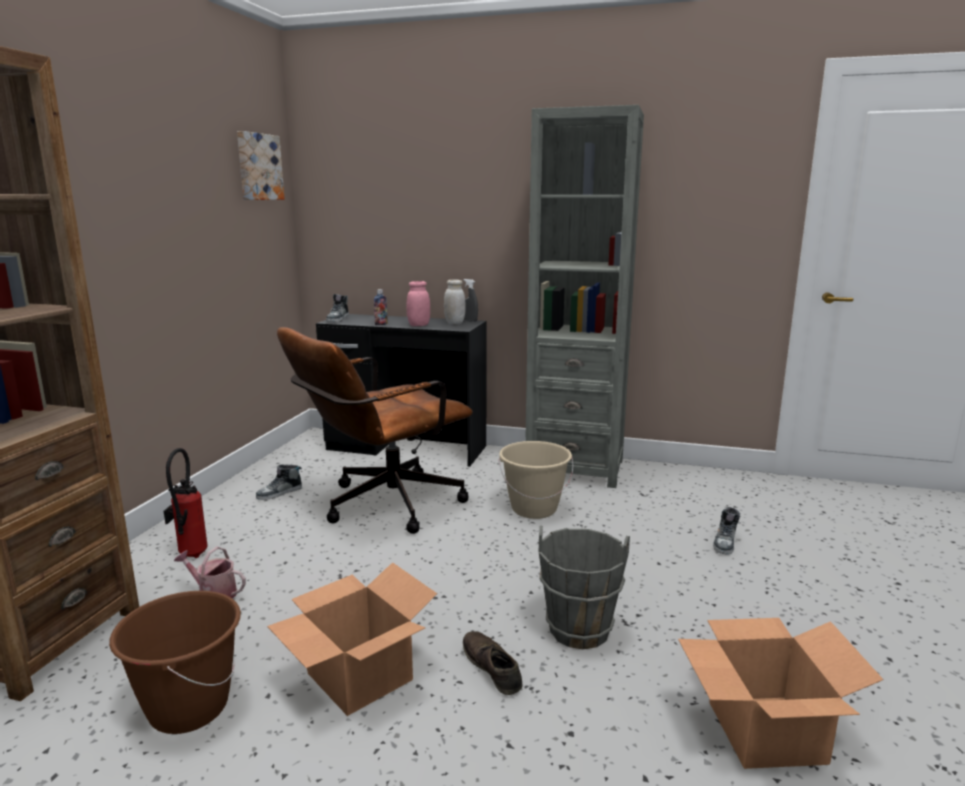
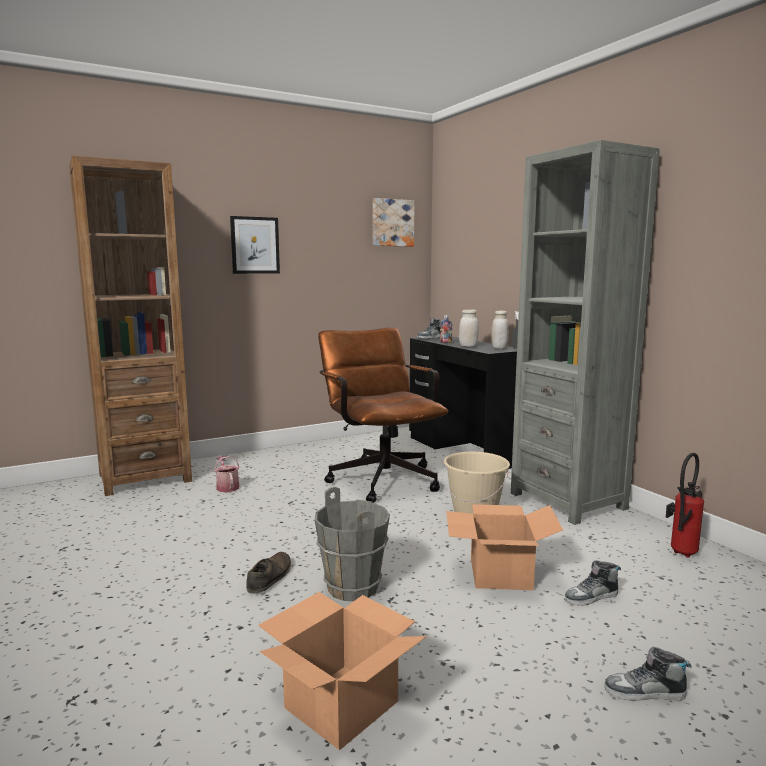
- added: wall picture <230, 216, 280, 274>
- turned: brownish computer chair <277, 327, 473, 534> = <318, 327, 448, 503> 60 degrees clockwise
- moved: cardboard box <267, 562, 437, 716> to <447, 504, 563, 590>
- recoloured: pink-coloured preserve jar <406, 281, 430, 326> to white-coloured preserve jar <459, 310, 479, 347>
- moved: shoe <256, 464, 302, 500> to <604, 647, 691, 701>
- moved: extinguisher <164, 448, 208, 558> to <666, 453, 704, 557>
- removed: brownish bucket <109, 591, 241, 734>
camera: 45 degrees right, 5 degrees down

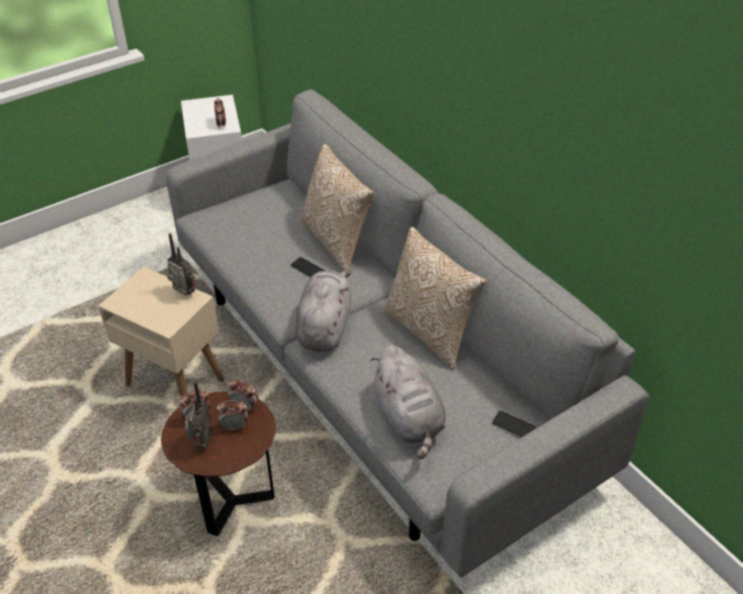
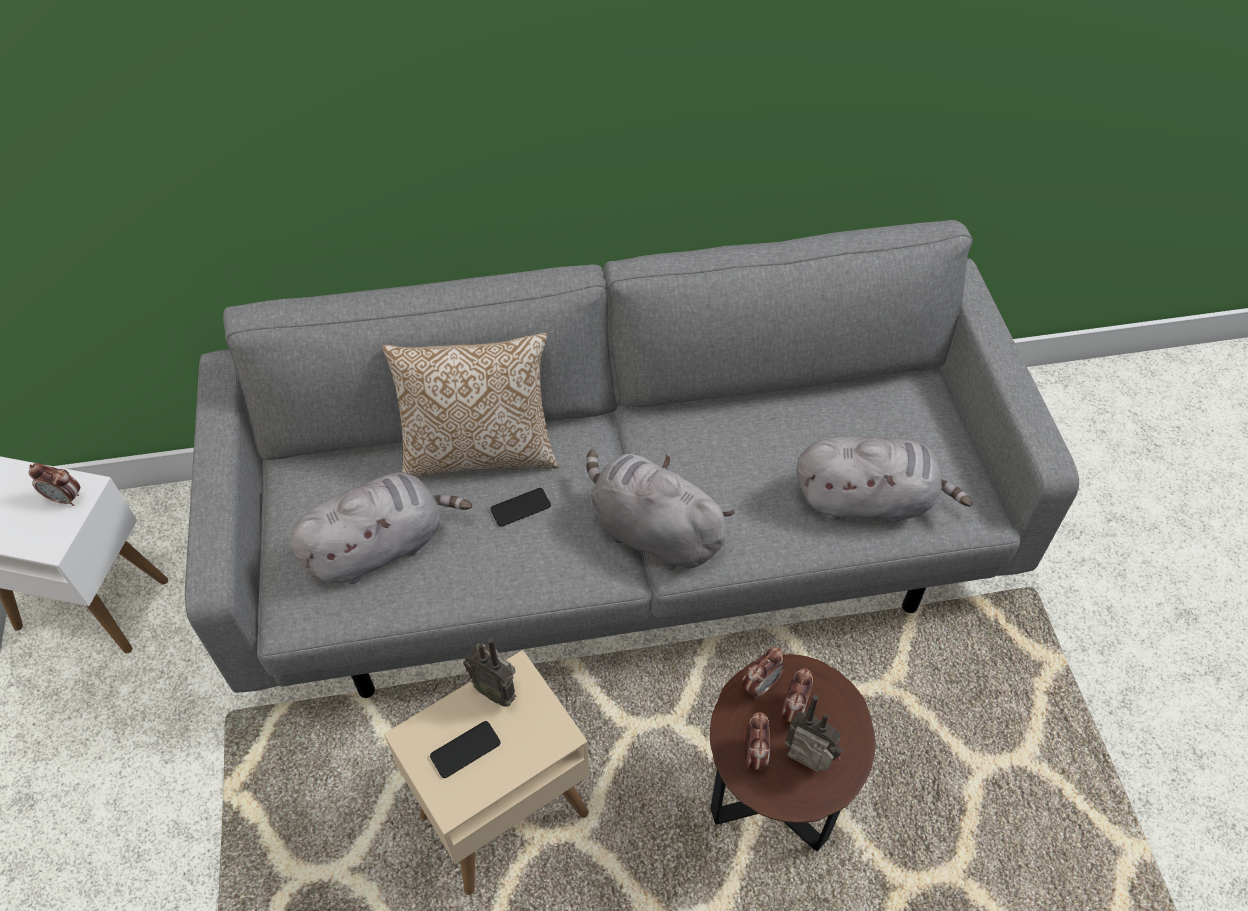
- added: gray plush toy <290, 472, 472, 584>
- moved: handset <492, 411, 536, 437> to <430, 721, 500, 778>
- turned: radio receiver <167, 233, 196, 296> = <463, 638, 516, 707> 120 degrees counterclockwise
- removed: pillow <382, 227, 487, 370>
camera: 65 degrees left, 10 degrees up

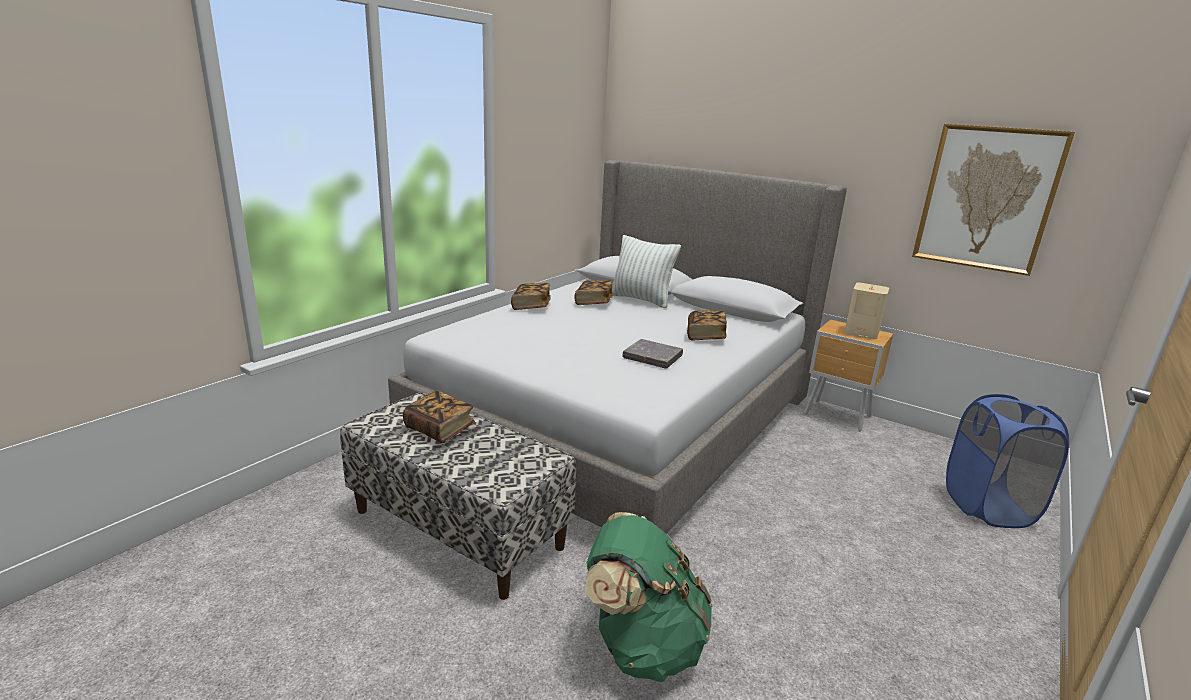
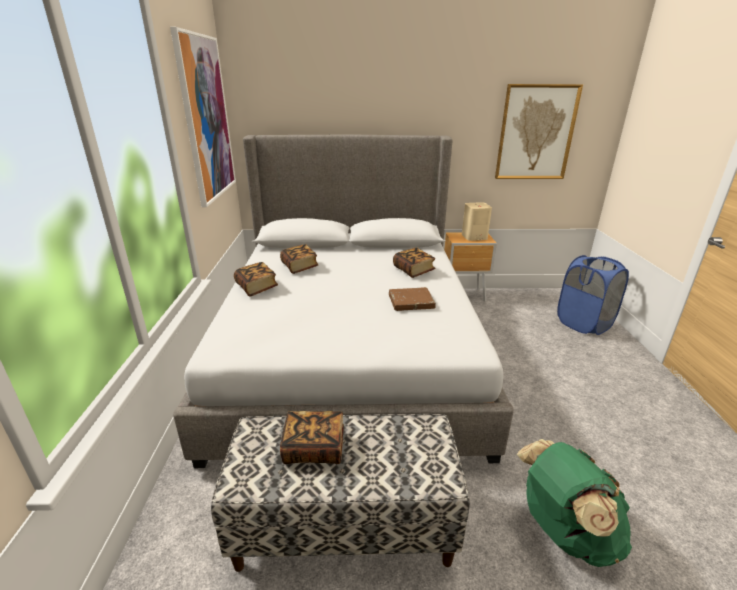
- added: wall picture <170, 27, 236, 207>
- recoloured: gray book <622, 339, 683, 369> to brownish book <389, 287, 436, 311>
- removed: pillow <612, 235, 681, 308>
camera: 35 degrees left, 5 degrees up

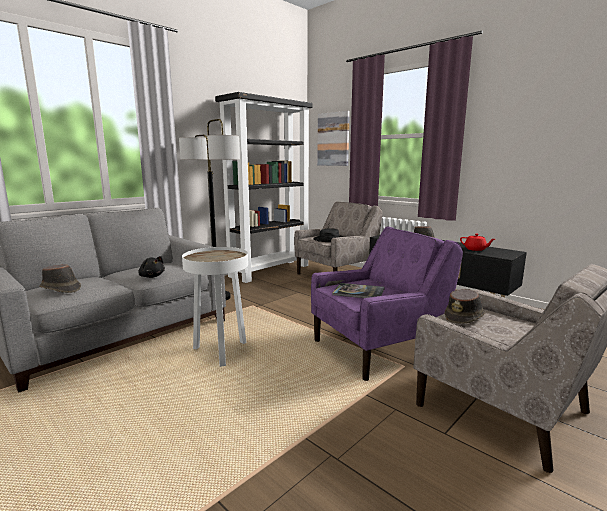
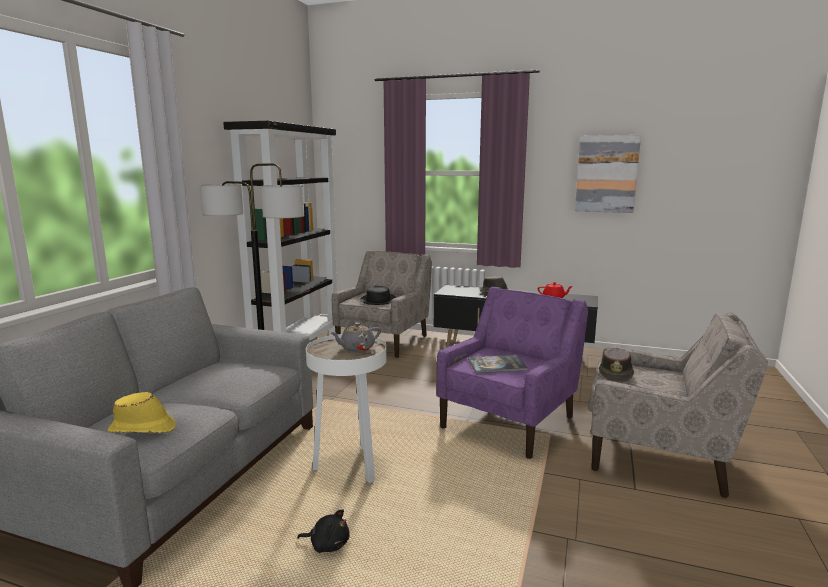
- recoloured: brownish wearable hat <39, 264, 81, 293> to yellow-coloured wearable hat <108, 392, 176, 433>
- moved: black-coloured plush toy <138, 256, 165, 278> to <297, 509, 350, 553>
- added: gray teapot <330, 322, 381, 352>
- moved: wall picture <317, 111, 350, 166> to <575, 135, 641, 213>
camera: 25 degrees left, 0 degrees up

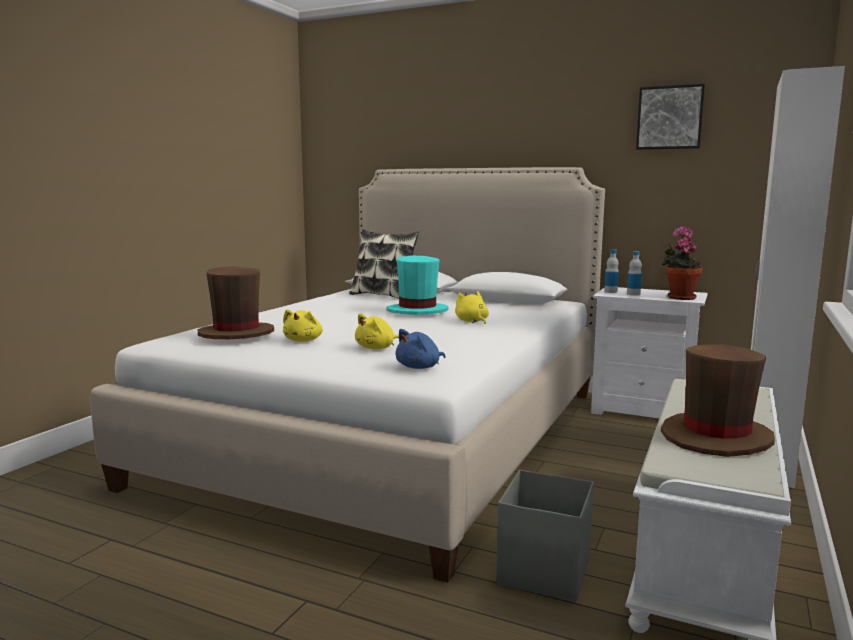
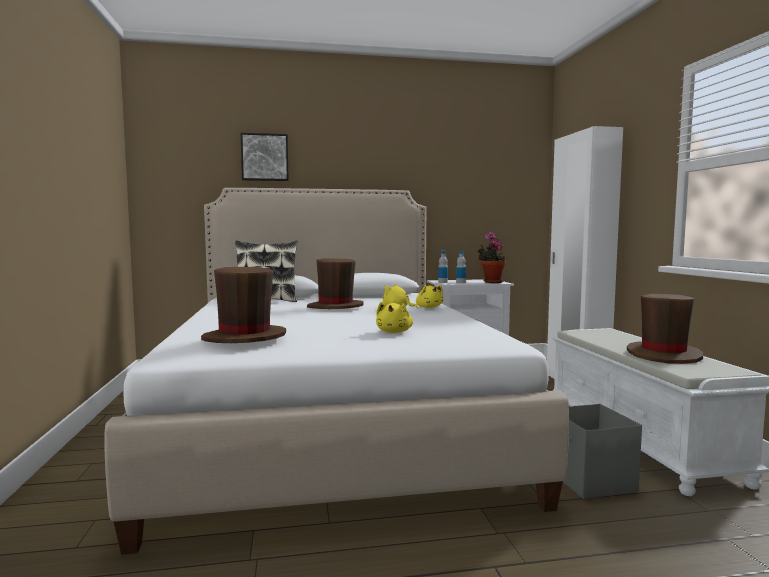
- moved: wall picture <636, 84, 705, 150> to <241, 133, 289, 181>
- recoloured: turquoise wearable hat <386, 255, 448, 315> to brownish wearable hat <307, 258, 364, 309>
- moved: yellow-coloured plush toy <283, 309, 323, 342> to <416, 285, 444, 308>
- removed: blue plush toy <395, 329, 446, 369>
camera: 35 degrees left, 5 degrees down

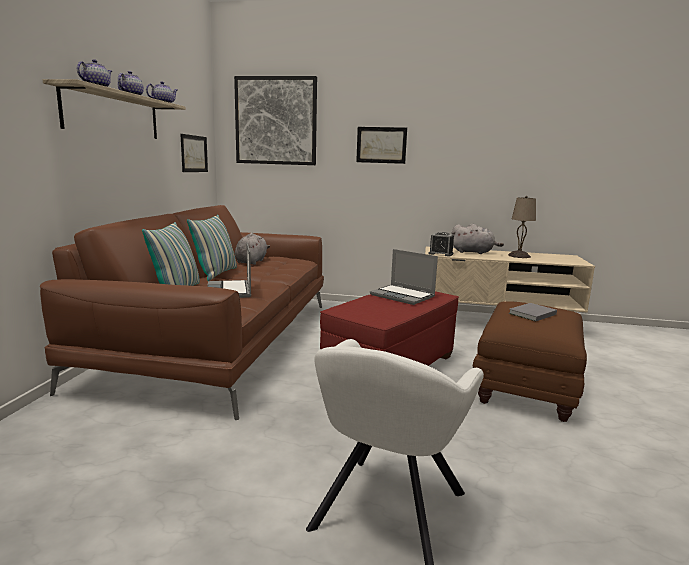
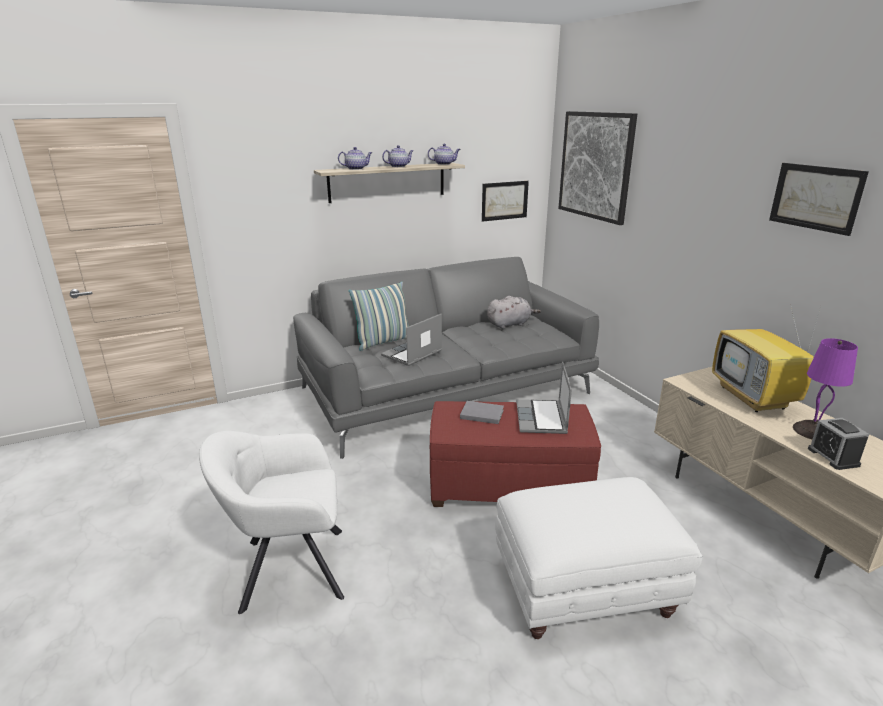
- recoloured: brownish couch <40, 205, 324, 420> to gray couch <293, 257, 599, 459>
- moved: gray book <509, 303, 557, 321> to <460, 401, 504, 424>
- recoloured: brownish ottoman <473, 301, 587, 422> to white-coloured ottoman <495, 477, 702, 639>
- replaced: gray plush toy <451, 224, 504, 254> to TV set <712, 306, 821, 412>
- moved: wall picture <356, 127, 407, 164> to <769, 163, 869, 236>
- recoloured: sand-coloured tabletop lamp <508, 196, 536, 258> to purple-coloured tabletop lamp <793, 338, 858, 439>
- moved: bedside clock <429, 232, 454, 257> to <808, 418, 869, 470>
- removed: pillow <187, 215, 237, 281>
camera: 55 degrees right, 10 degrees up

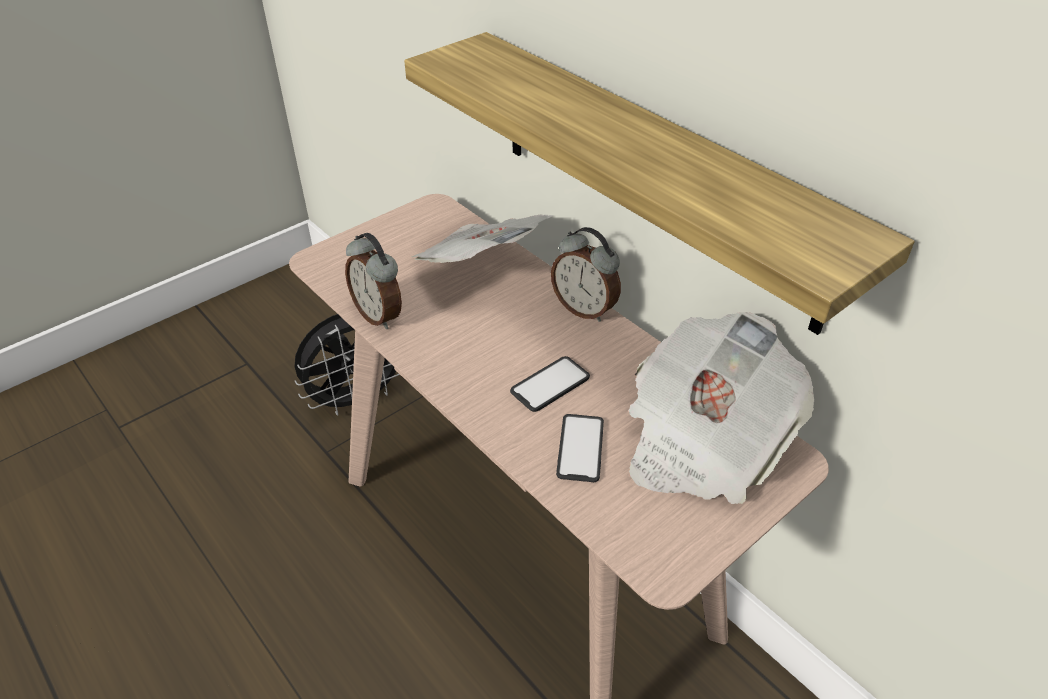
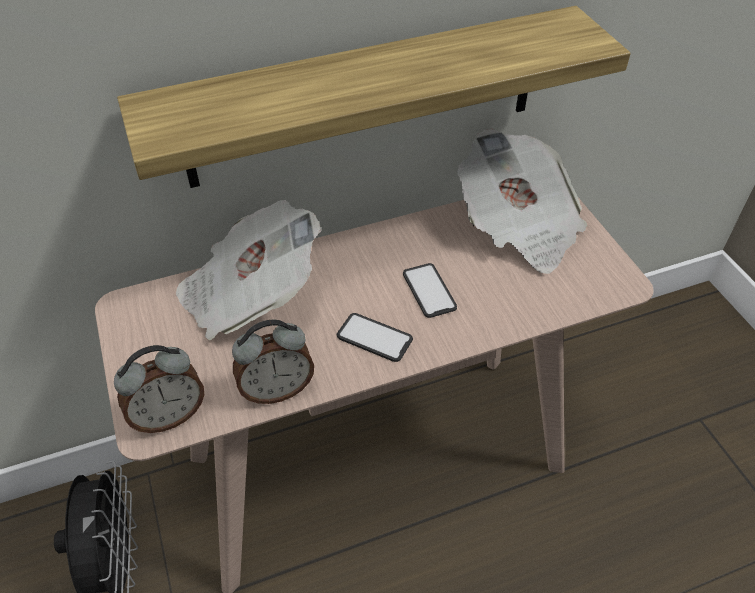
- moved: bedside clock <551, 227, 621, 322> to <114, 345, 204, 433>
- moved: handset <556, 414, 604, 482> to <337, 313, 413, 362>
camera: 70 degrees left, 5 degrees up

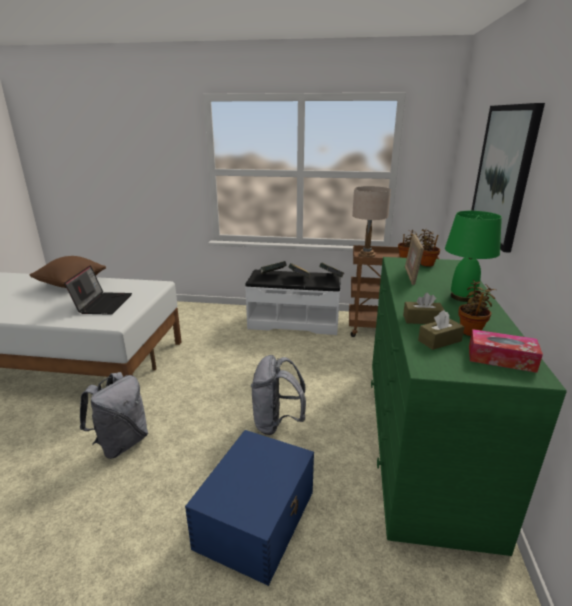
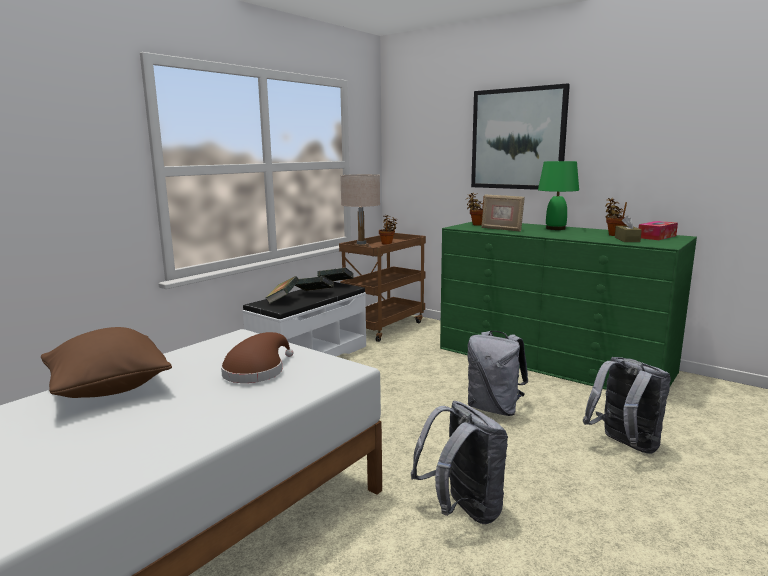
- replaced: laptop <64, 265, 132, 315> to brownish wearable hat <221, 332, 294, 383>
- replaced: blue storage box <185, 430, 314, 586> to gray knapsack <583, 357, 671, 454>
- removed: brownish tissue box <403, 293, 444, 324>
camera: 60 degrees left, 10 degrees down

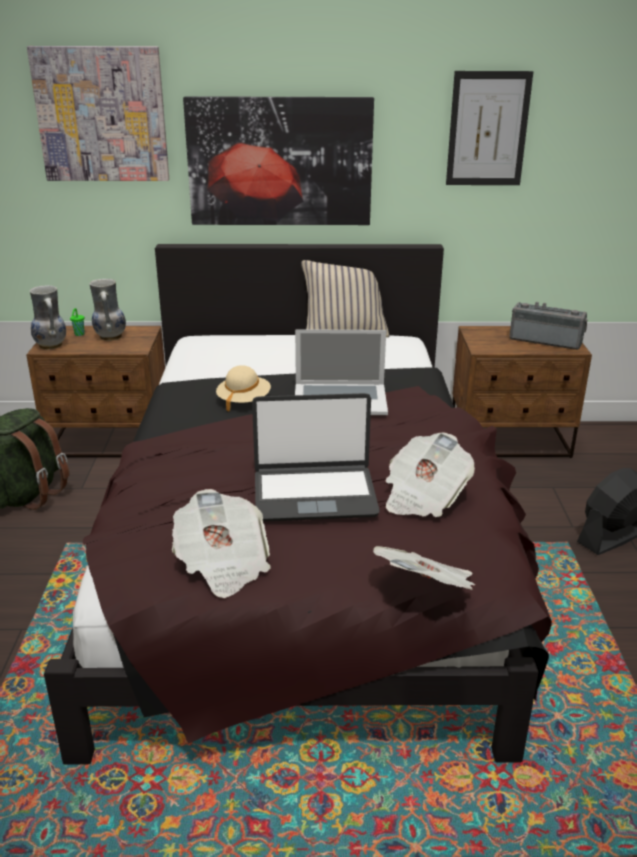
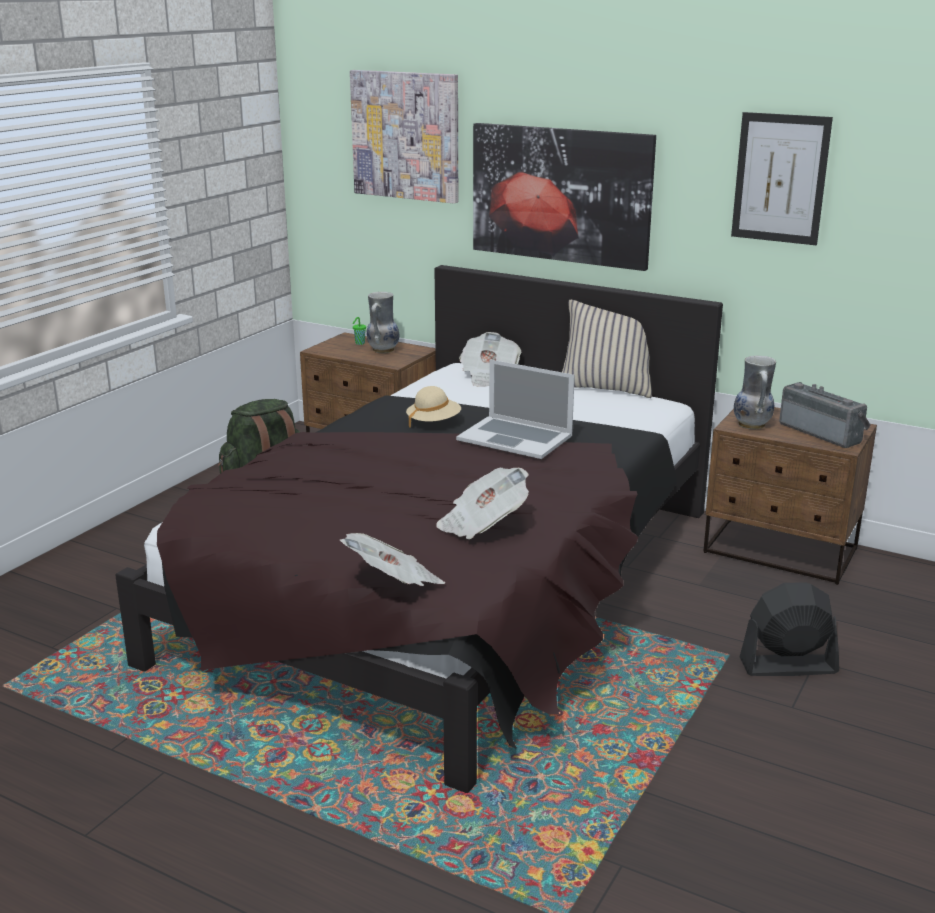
- moved: printed paper <172, 489, 271, 598> to <459, 332, 521, 387>
- moved: flower vase <30, 285, 66, 350> to <734, 356, 776, 429>
- removed: laptop <252, 393, 380, 522>
camera: 30 degrees right, 5 degrees down

